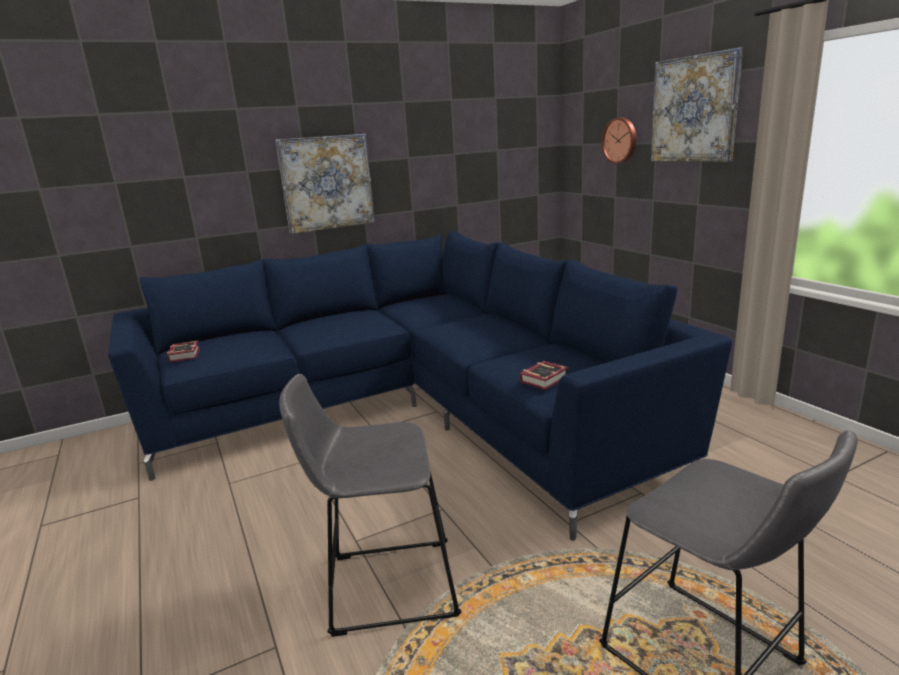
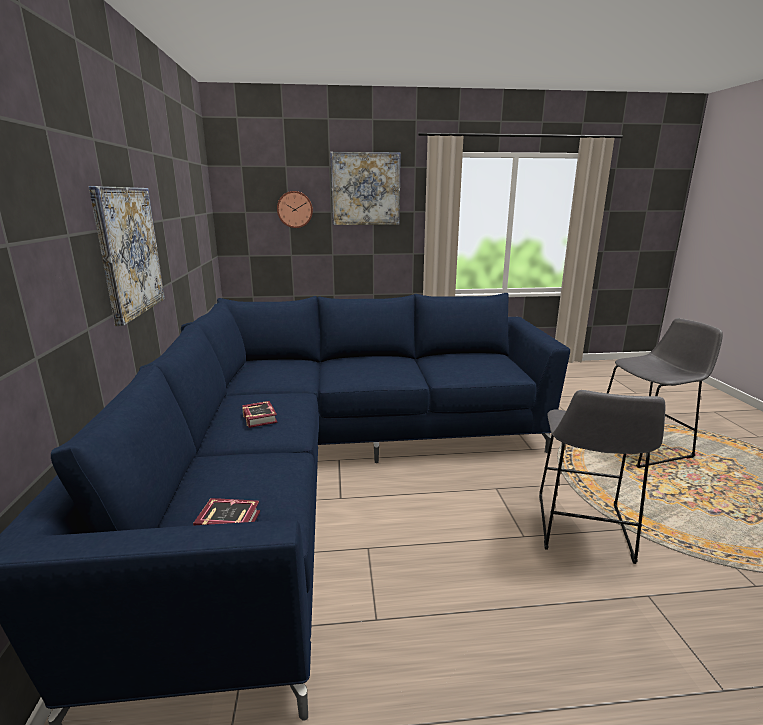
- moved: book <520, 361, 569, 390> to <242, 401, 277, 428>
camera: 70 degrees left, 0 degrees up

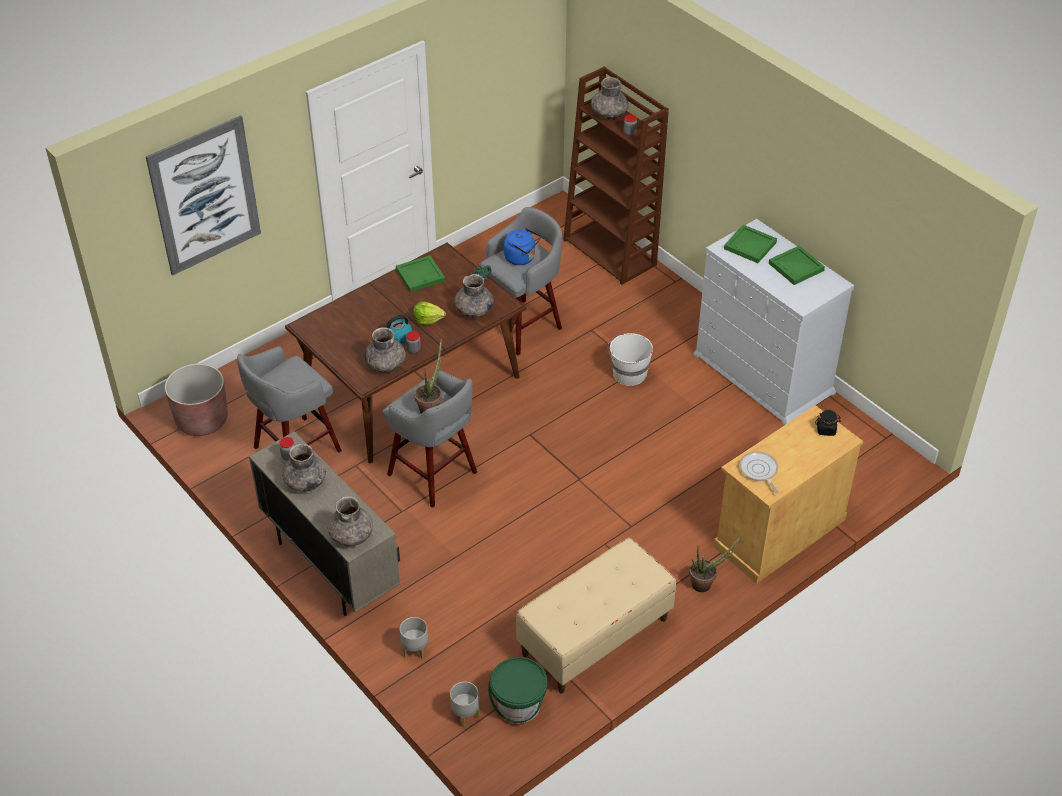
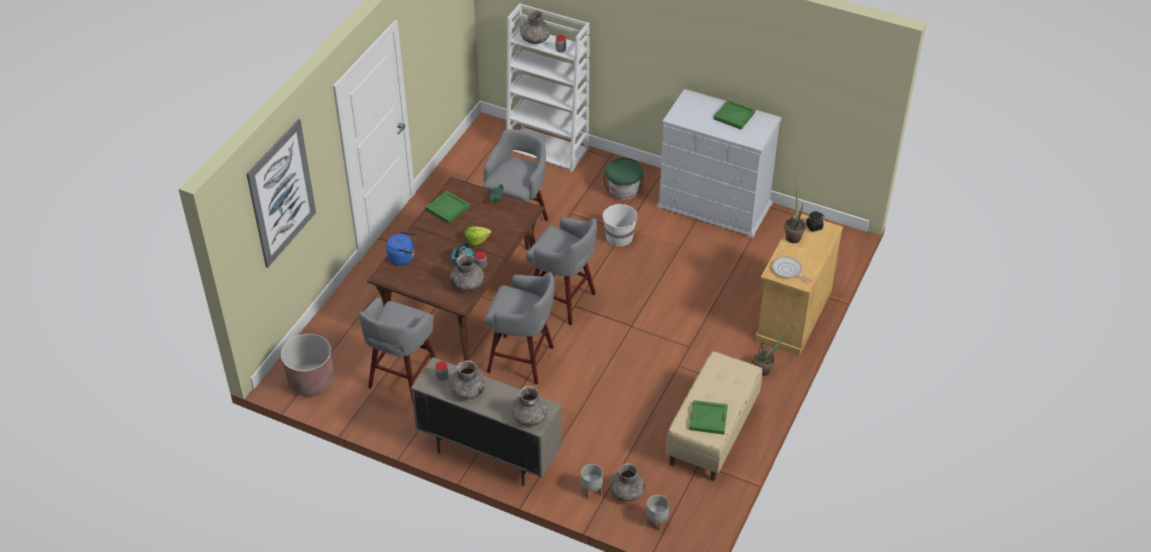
- moved: blue kettle <504, 228, 541, 265> to <386, 232, 416, 265>
- recoloured: brownish shelving unit <563, 67, 669, 285> to white-coloured shelving unit <506, 3, 590, 172>
- added: gray sitting stool <526, 217, 597, 325>
- moved: green-coloured bucket <488, 657, 548, 723> to <604, 158, 643, 200>
- moved: gray flower vase <454, 274, 493, 318> to <610, 463, 645, 501>
- moved: green-coloured tray <724, 225, 777, 263> to <689, 400, 728, 435>
- moved: potted plant <414, 340, 442, 413> to <784, 180, 806, 243>
camera: 25 degrees left, 0 degrees up

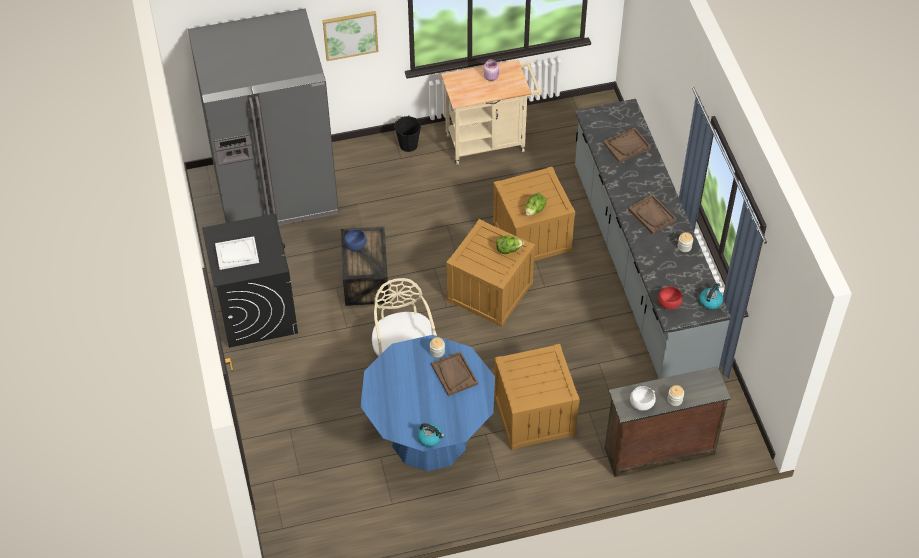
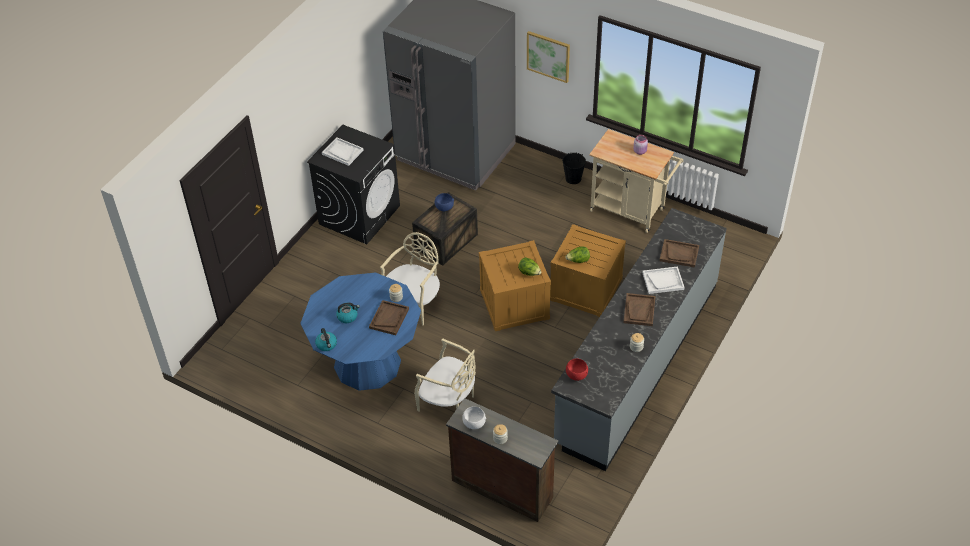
- moved: kettle <699, 283, 723, 310> to <336, 303, 360, 323>
- replaced: shipping crate <494, 344, 580, 450> to sand-coloured chair <414, 339, 476, 412>
- added: white-coloured tray <642, 266, 685, 294>
camera: 45 degrees right, 5 degrees down

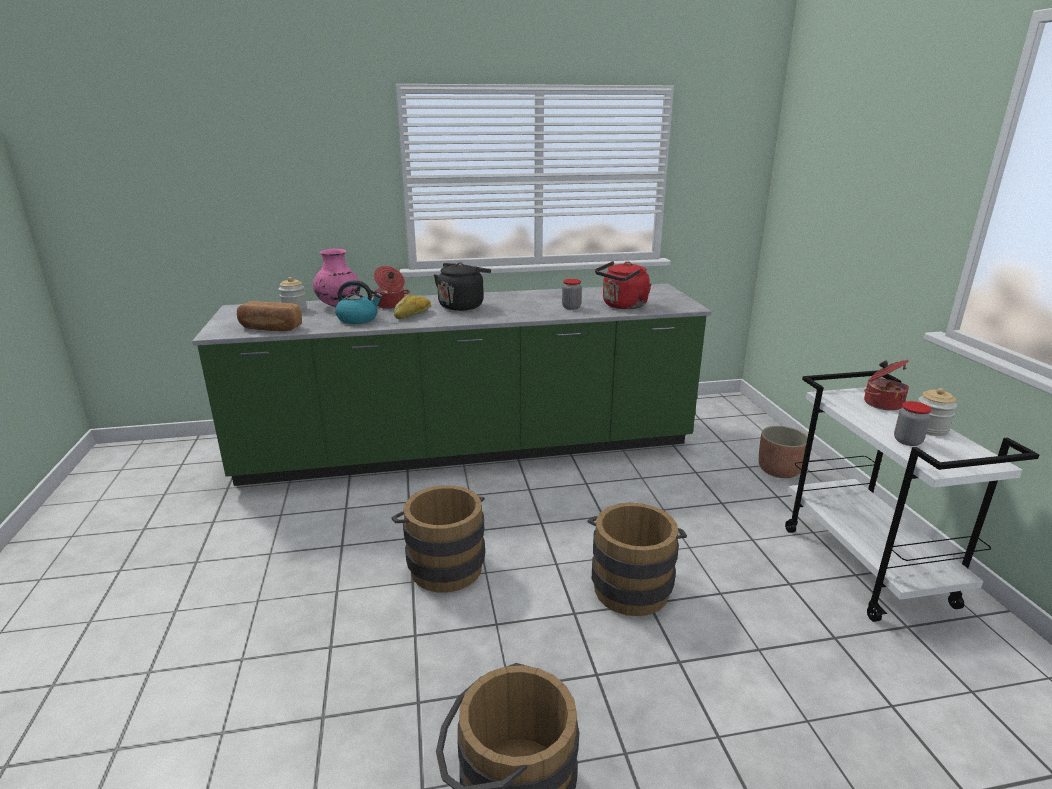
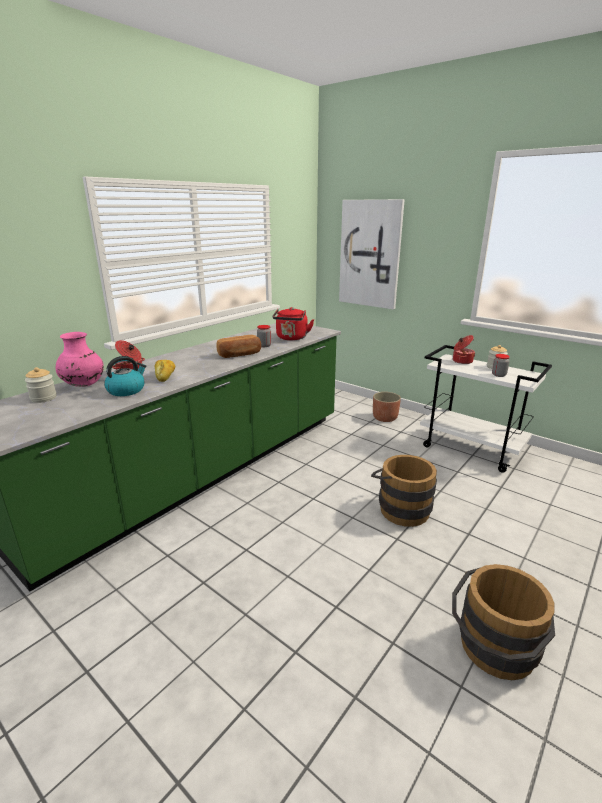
- moved: bakery bread <237, 301, 302, 331> to <217, 335, 261, 358>
- added: wall picture <339, 199, 404, 309>
- removed: brownish bucket <391, 485, 485, 592>
- removed: black-coloured kettle <434, 263, 491, 311>
camera: 40 degrees left, 0 degrees up

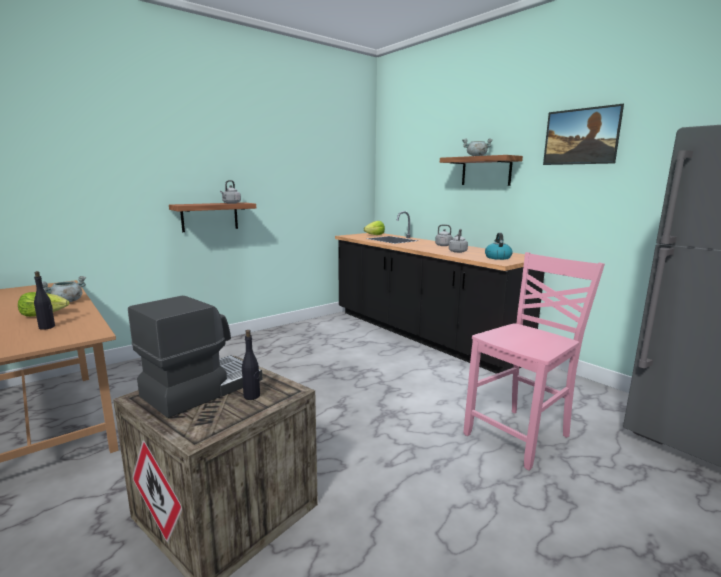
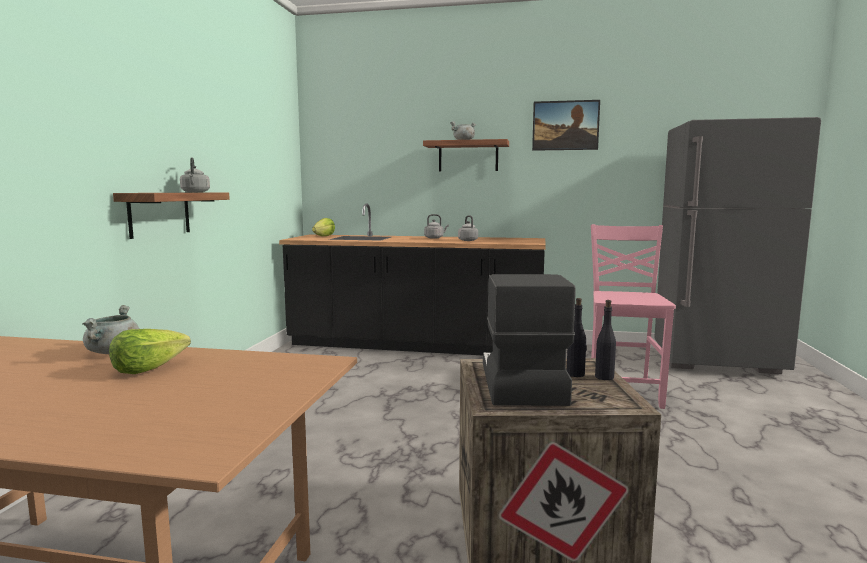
- moved: black-coloured bottle <34, 271, 55, 330> to <595, 300, 616, 380>
- removed: kettle <485, 233, 513, 260>
camera: 40 degrees left, 5 degrees down

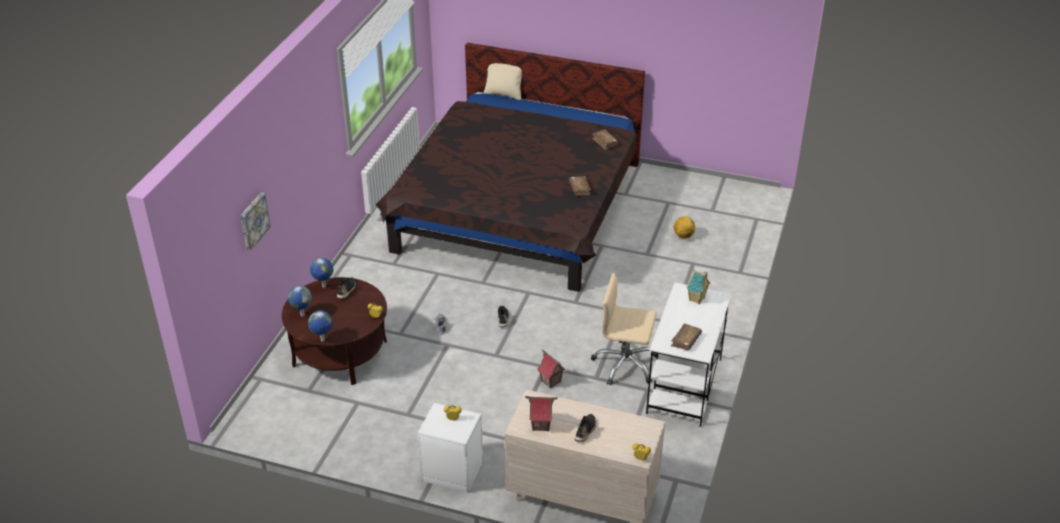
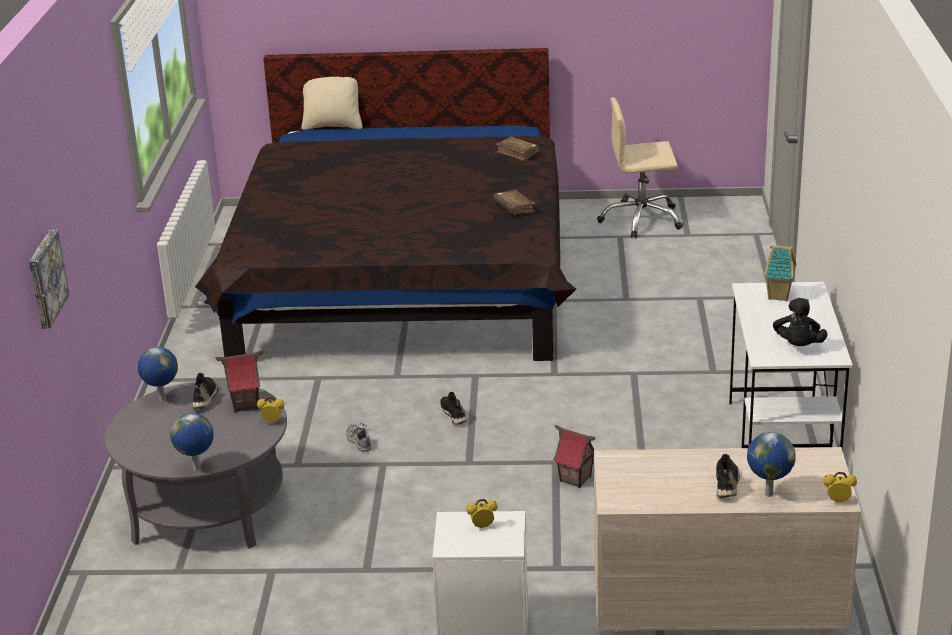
- recoloured: brownish low table <282, 277, 387, 385> to gray low table <105, 381, 287, 549>
- moved: toy house <525, 396, 558, 431> to <215, 351, 263, 412>
- moved: sand-coloured computer chair <591, 273, 657, 385> to <597, 97, 683, 238>
- moved: world globe <288, 286, 312, 316> to <747, 432, 795, 497>
- replaced: brownish book <671, 323, 702, 350> to black-coloured plush toy <773, 298, 828, 346>
- removed: football ball <673, 216, 695, 238>
camera: 15 degrees left, 10 degrees down

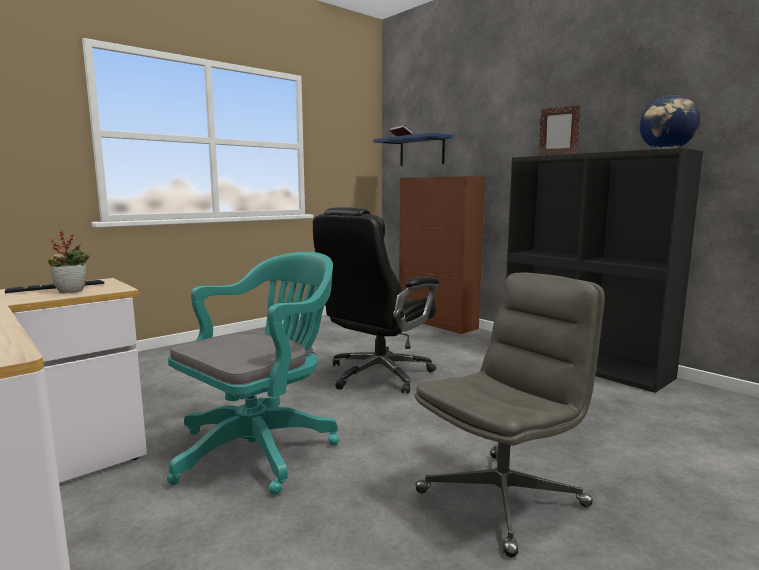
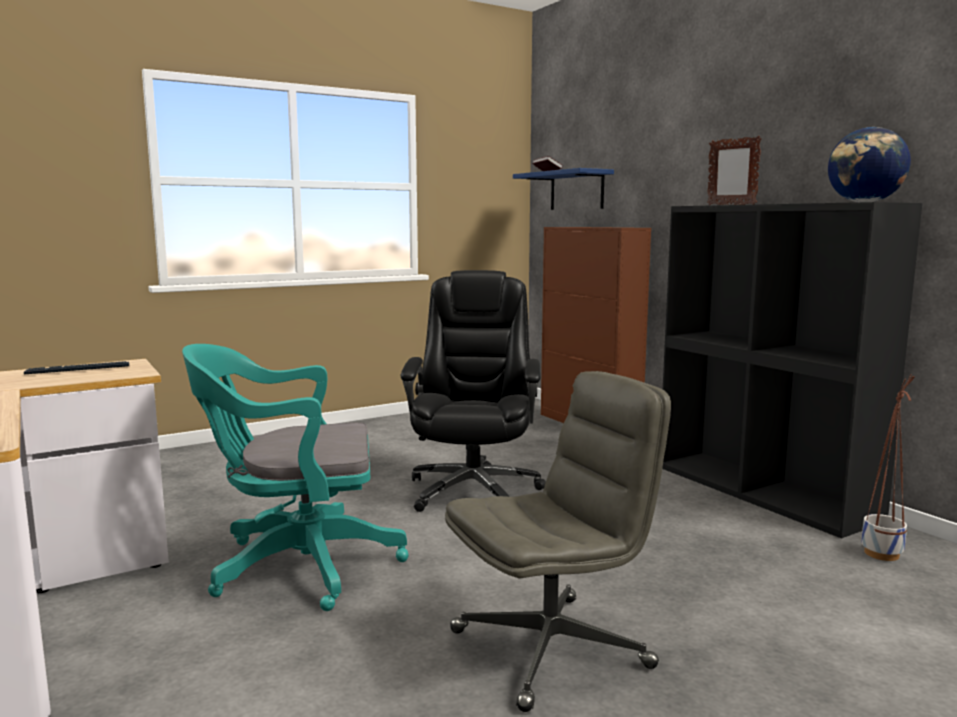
- turned: turquoise computer chair <167, 252, 339, 495> = <182, 344, 409, 611> 150 degrees counterclockwise
- turned: black-coloured computer chair <313, 207, 439, 394> = <401, 270, 546, 512> 135 degrees clockwise
- added: planter <861, 374, 915, 561>
- removed: potted plant <47, 230, 90, 294>
camera: 10 degrees right, 0 degrees up

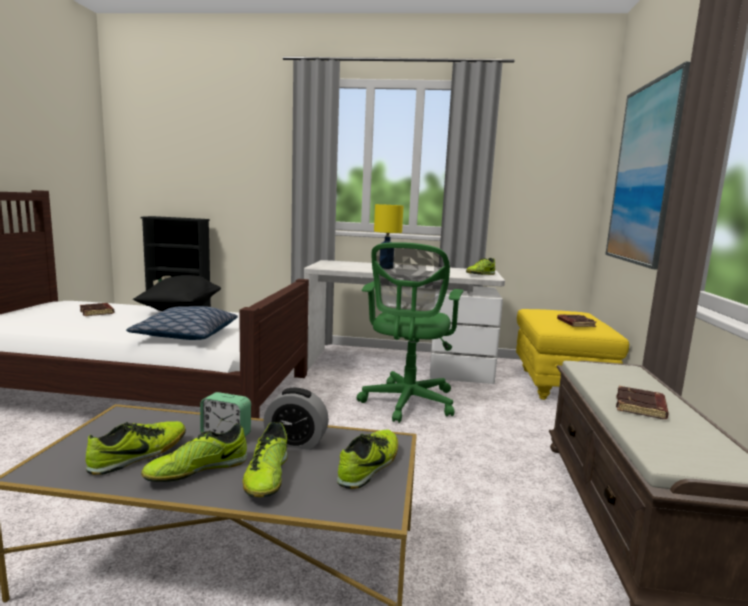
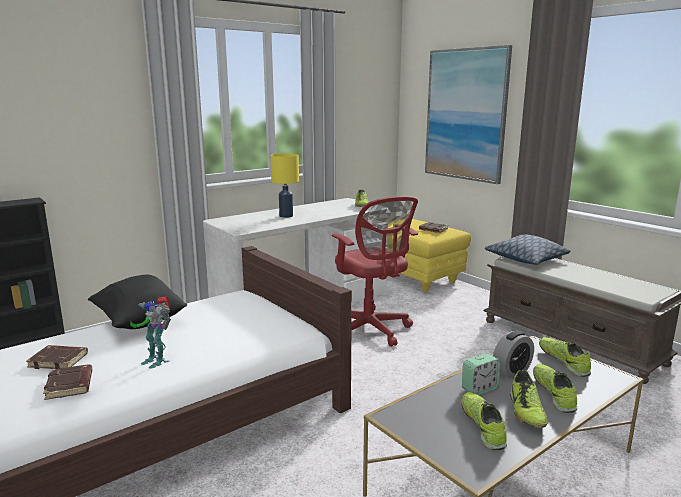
- moved: brownish book <616, 386, 668, 419> to <43, 364, 93, 400>
- added: model robot <130, 296, 171, 368>
- recoloured: green-coloured computer chair <357, 242, 464, 423> to red-coloured computer chair <332, 196, 418, 347>
- moved: pillow <126, 306, 238, 340> to <485, 235, 570, 265>
- turned: shoe <242, 422, 288, 497> = <533, 364, 577, 413> 135 degrees counterclockwise
camera: 45 degrees left, 5 degrees up

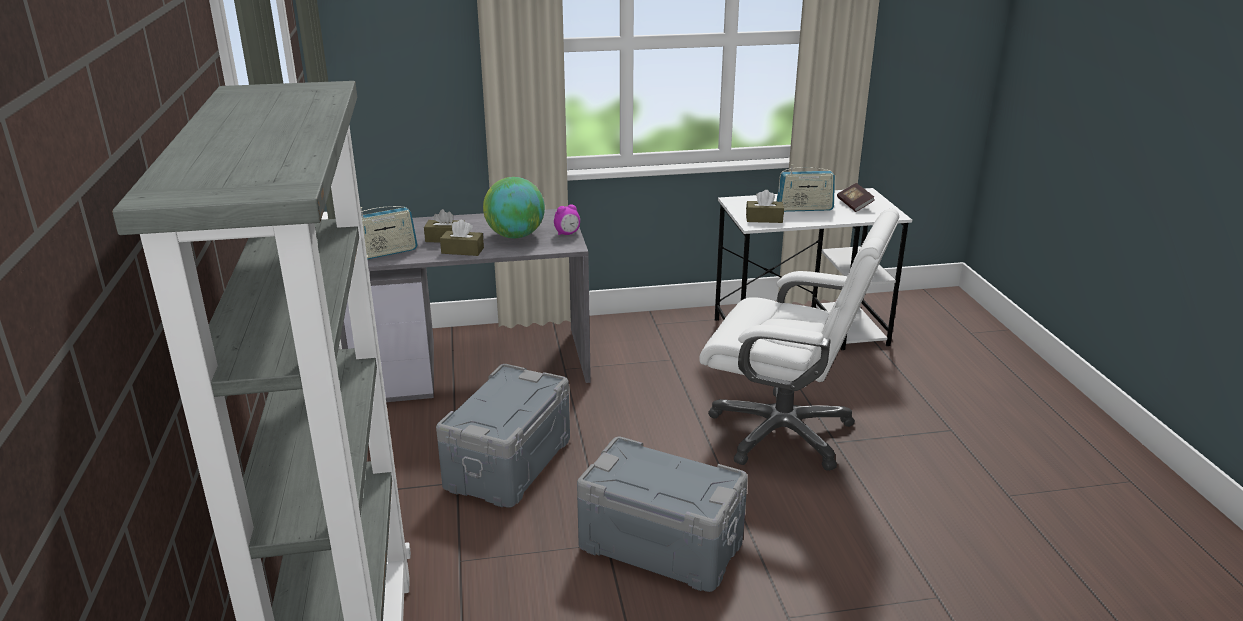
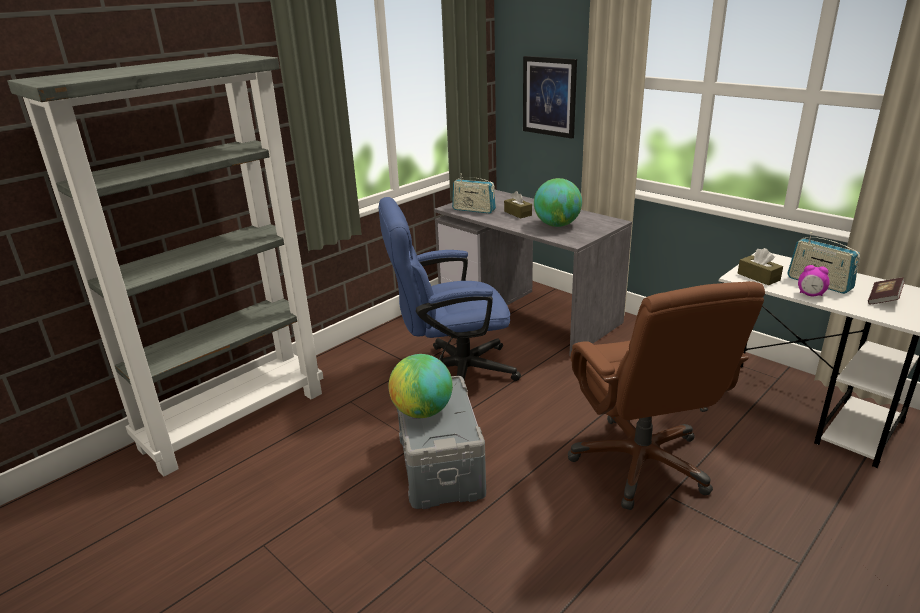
- replaced: gray storage box <436, 364, 570, 508> to blue computer chair <378, 197, 521, 381>
- added: world globe <389, 354, 453, 418>
- added: wall picture <523, 56, 577, 138>
- recoloured: white-coloured computer chair <699, 209, 899, 471> to brownish computer chair <568, 281, 765, 510>
- moved: bedside clock <554, 204, 580, 235> to <798, 265, 830, 296>
- removed: brownish tissue box <440, 220, 484, 256>
camera: 55 degrees right, 0 degrees up

